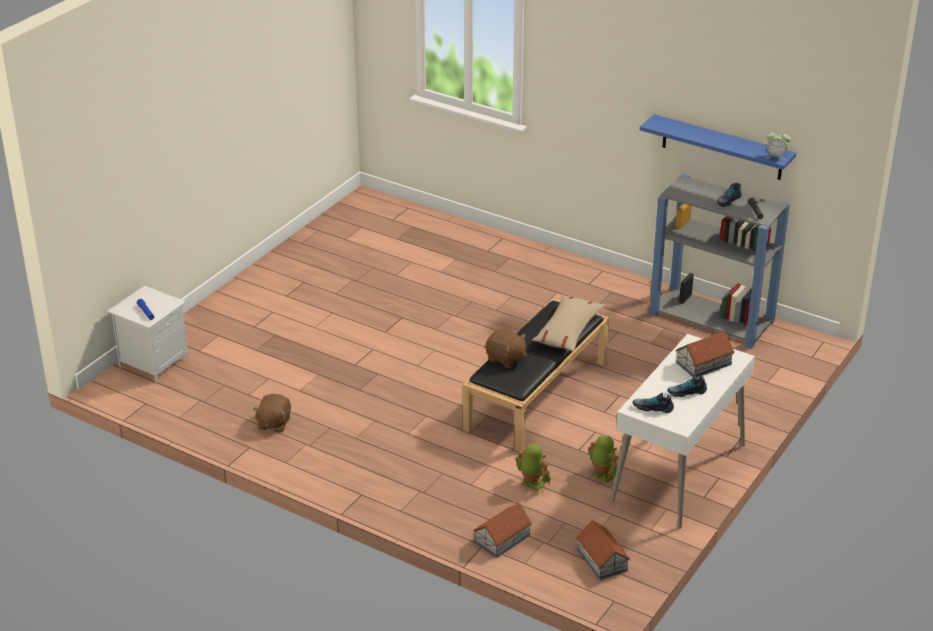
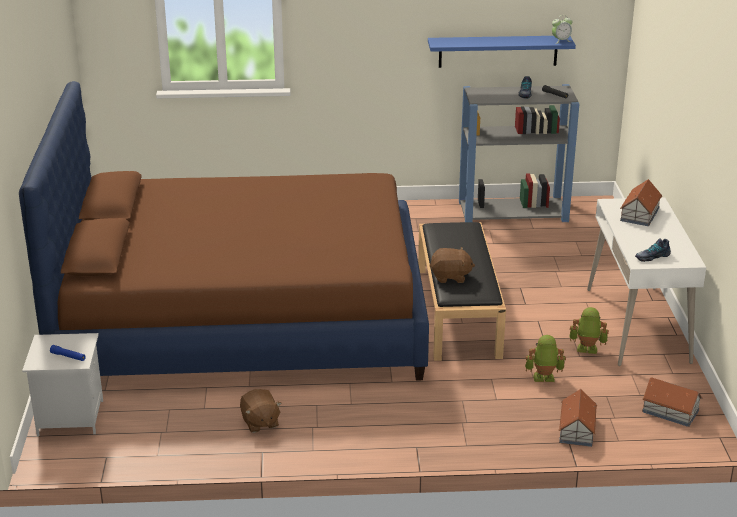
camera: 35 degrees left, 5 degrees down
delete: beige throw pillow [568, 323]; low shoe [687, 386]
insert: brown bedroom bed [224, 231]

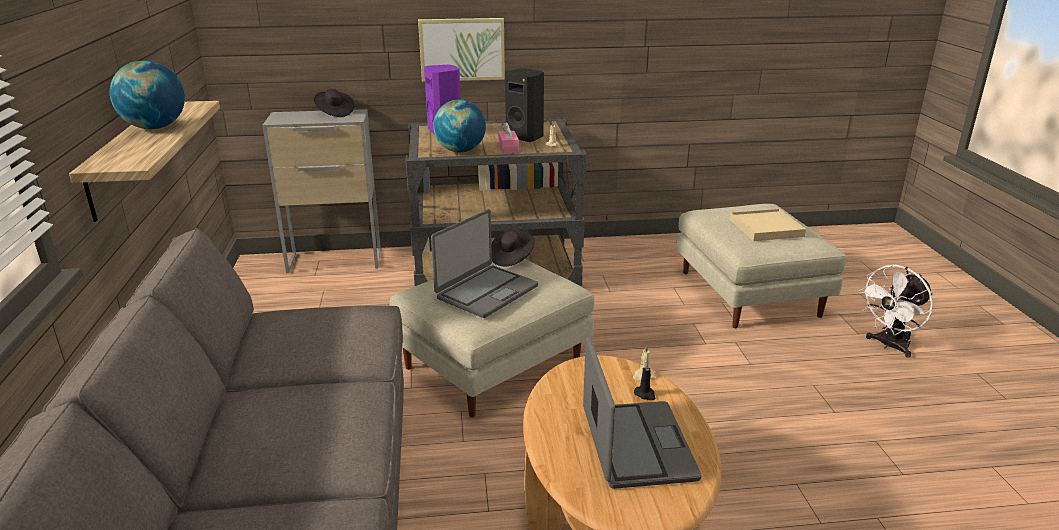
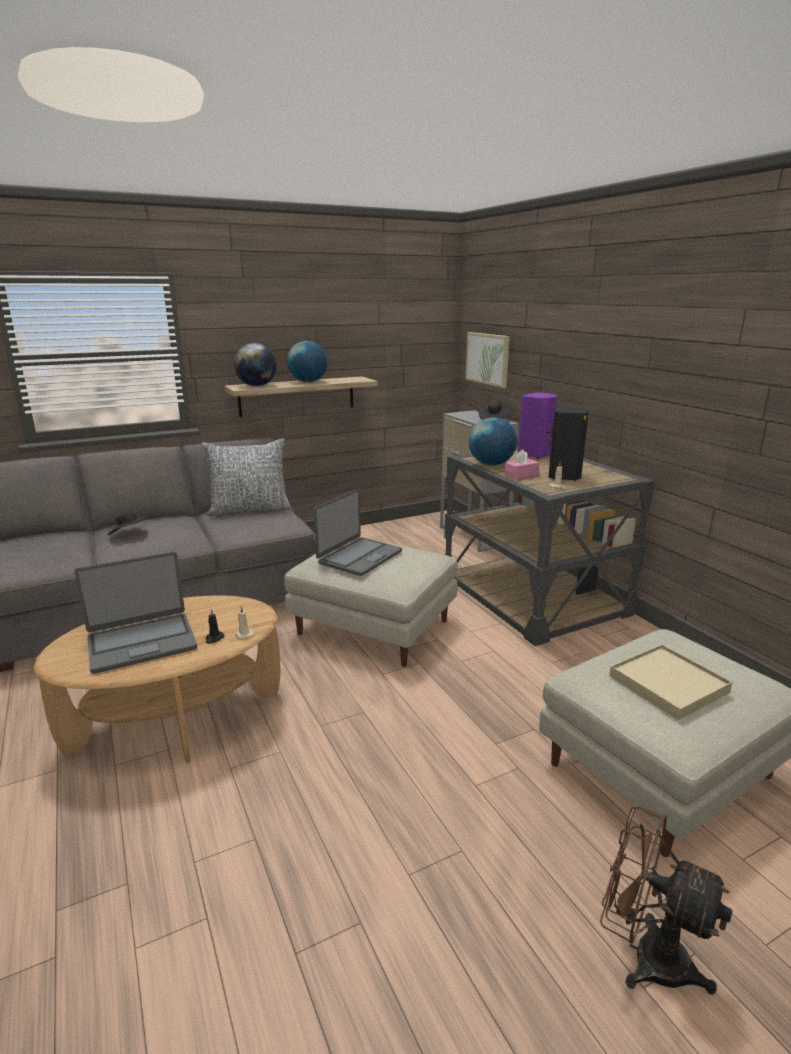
camera: 70 degrees right, 5 degrees down
insert: throw pillow [246, 477]; world globe [255, 364]
move: picture [461, 50] to [487, 360]; black-coloured wearable hat [513, 248] to [127, 523]
recolor: white-coloured fan [895, 311] to brown fan [666, 900]
rotate: portable computer [484, 263] = [358, 532] 75 degrees counterclockwise

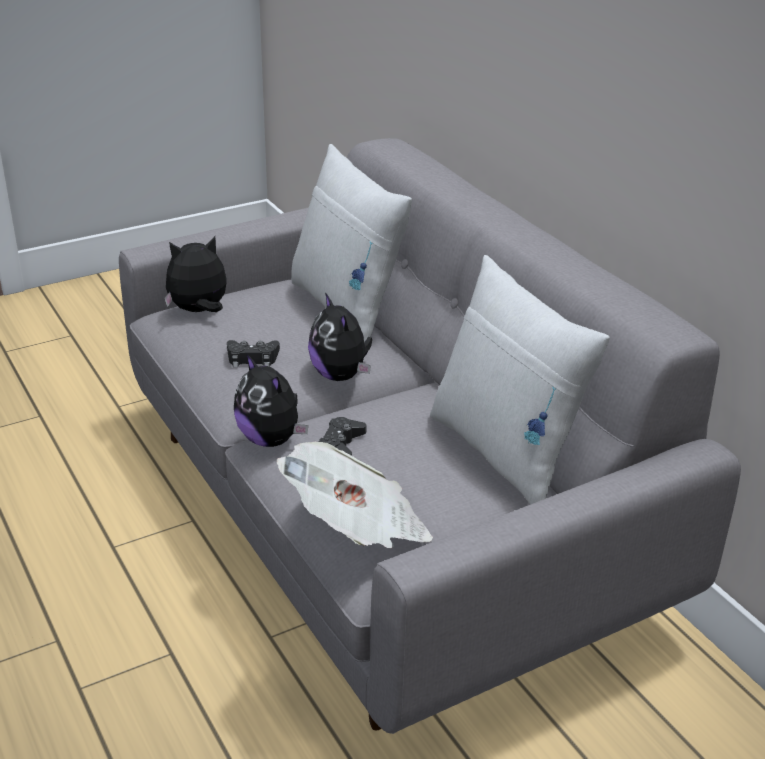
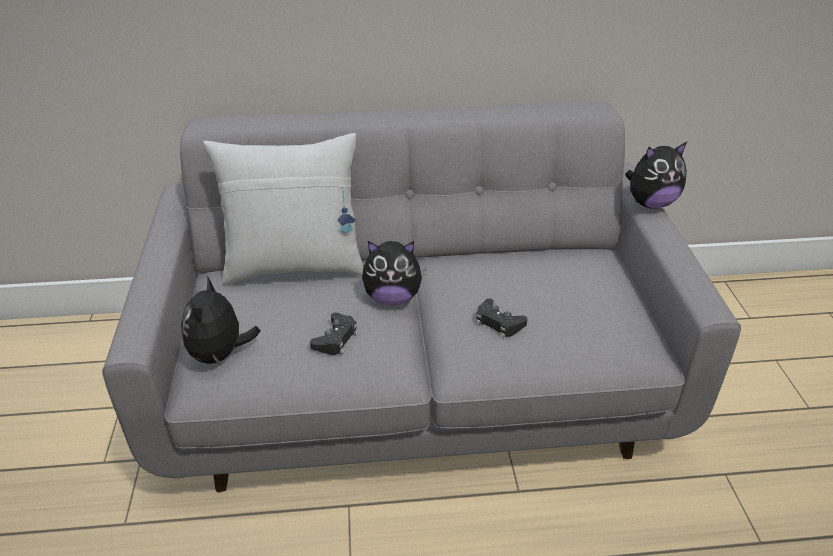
camera: 65 degrees left, 5 degrees up
delete: daily paper [355, 495]; greyish throw pillow [520, 380]
move: soft toy [271, 400] to [656, 175]

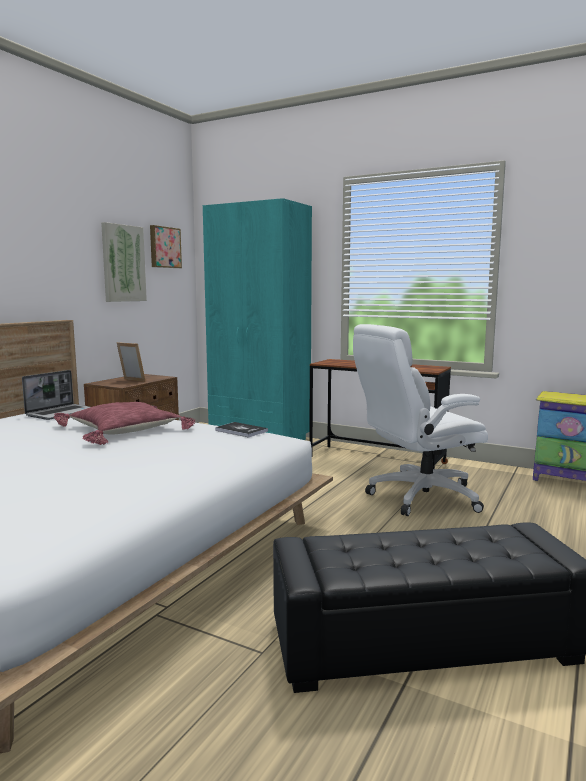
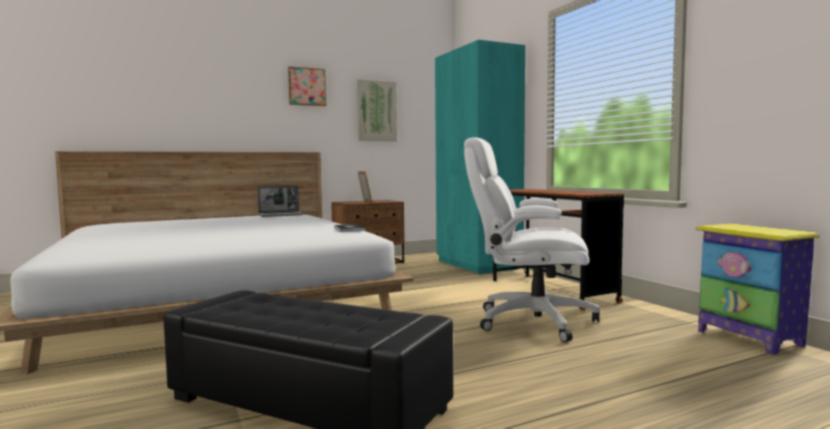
camera: 35 degrees right, 5 degrees down
delete: reddish throw pillow [124, 423]
move: picture [166, 246] to [307, 86]

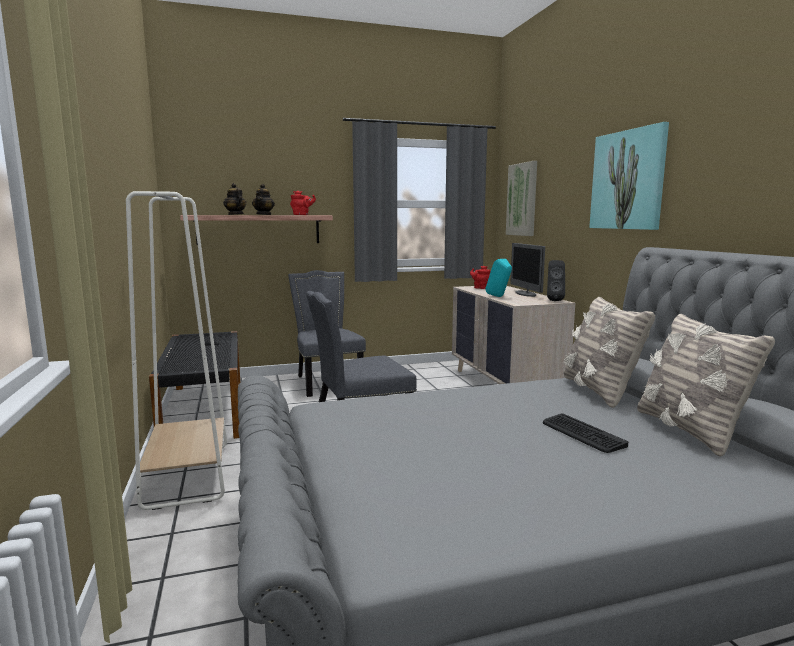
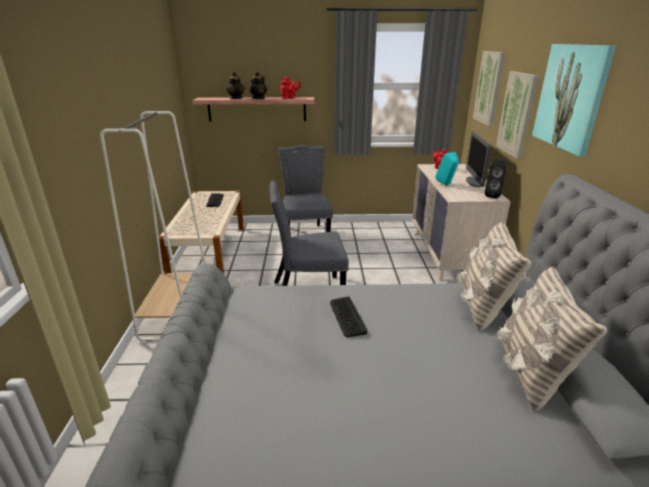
camera: 15 degrees right, 15 degrees up
insert: picture [517, 115]
move: keyboard [585, 433] to [348, 316]
recolor: black-coloured long seat [195, 385] to beige long seat [201, 232]

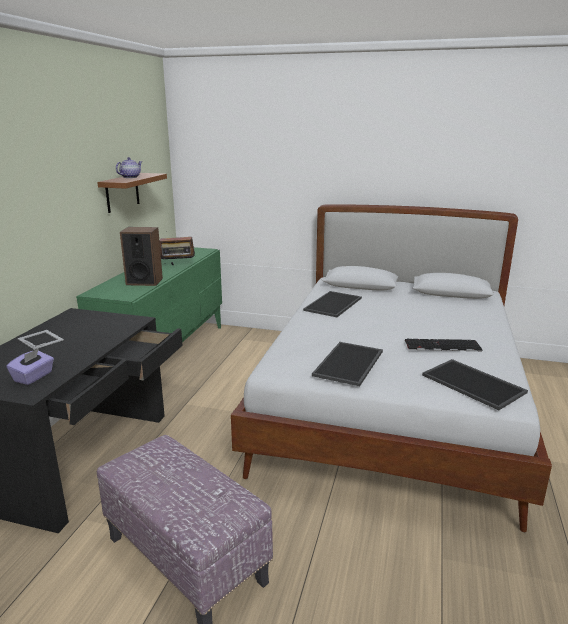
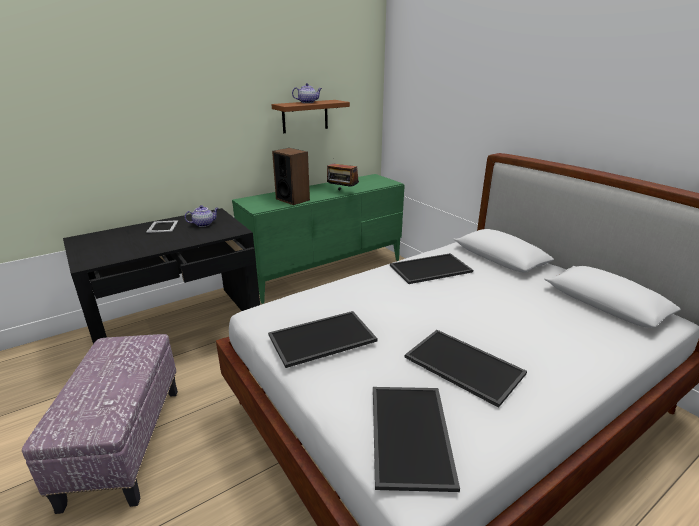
camera: 40 degrees right, 5 degrees up
delete: purple-coloured box of tissues [30, 366]
insert: pot for tea [202, 216]
replace: keyboard [444, 345] to tray [465, 369]

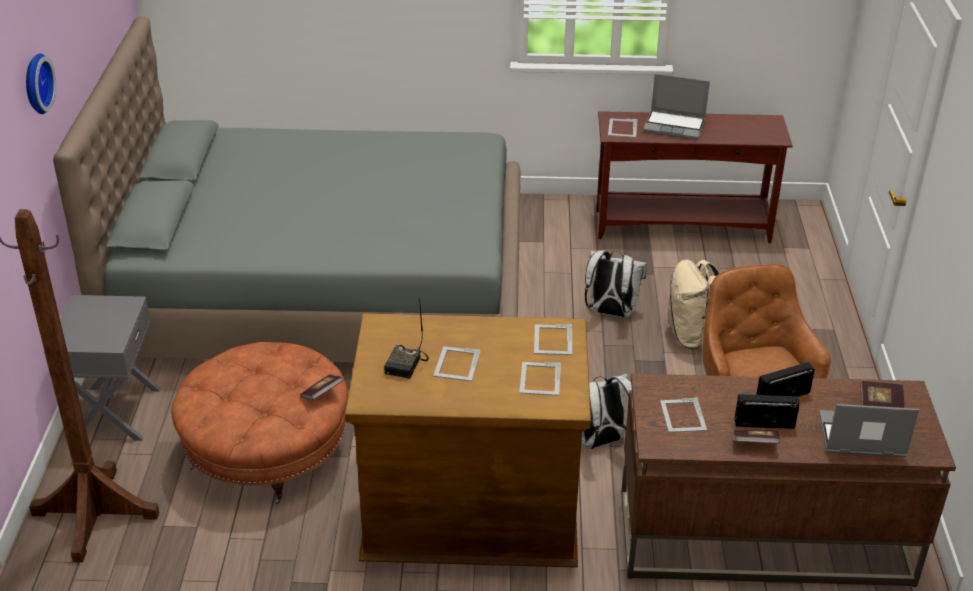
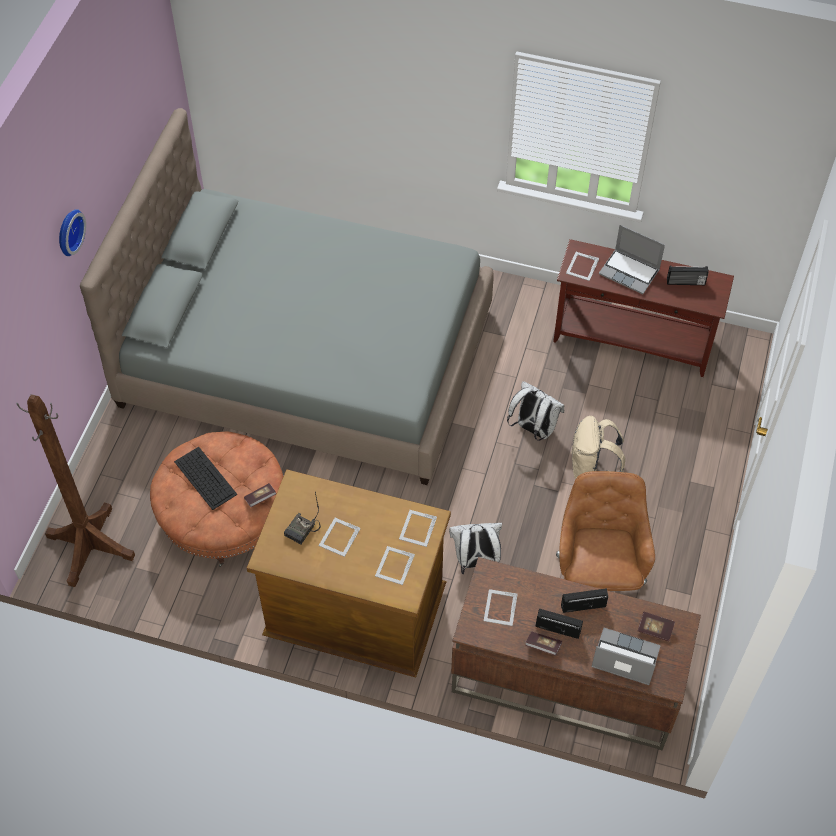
camera: 15 degrees right, 20 degrees up
delete: greyish nightstand [102, 368]
insert: keyboard [206, 478]; radio set [688, 275]

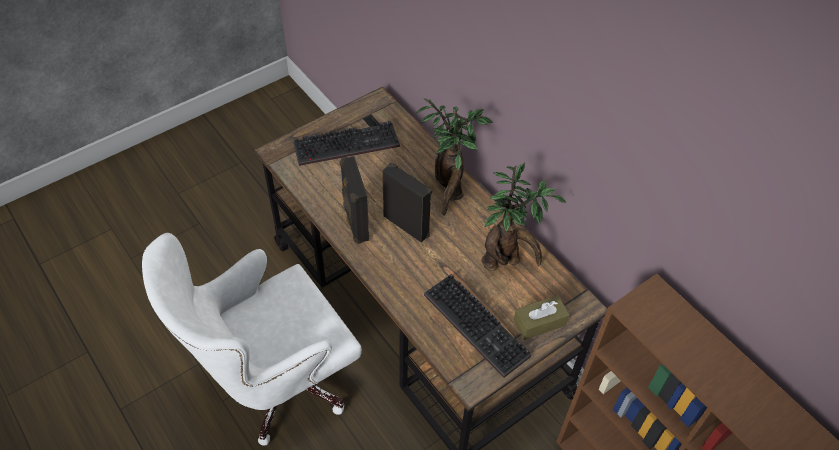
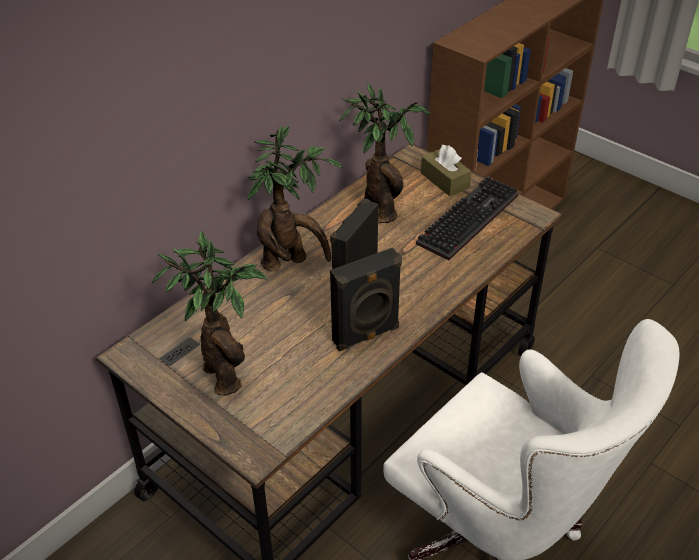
camera: 100 degrees left, 10 degrees down
replace: keyboard [346, 143] to potted plant [210, 313]

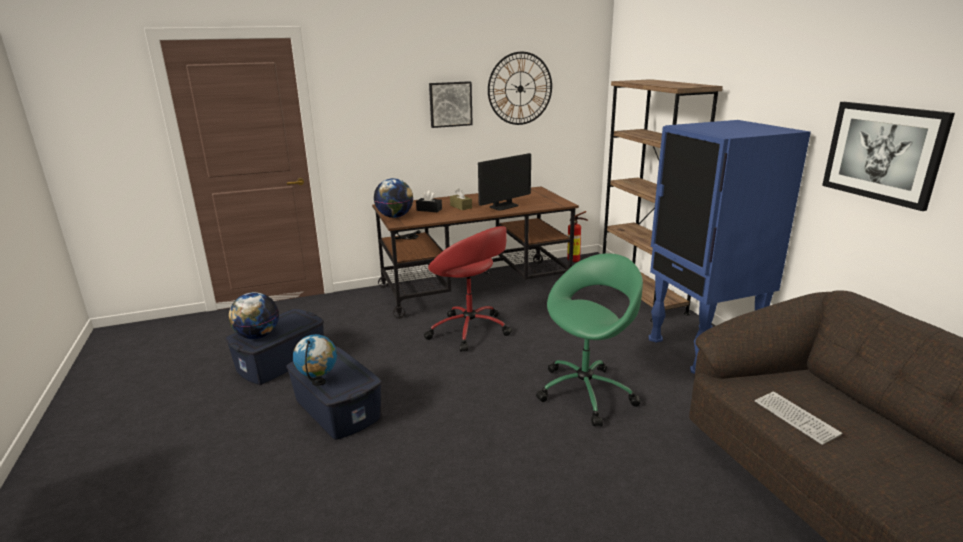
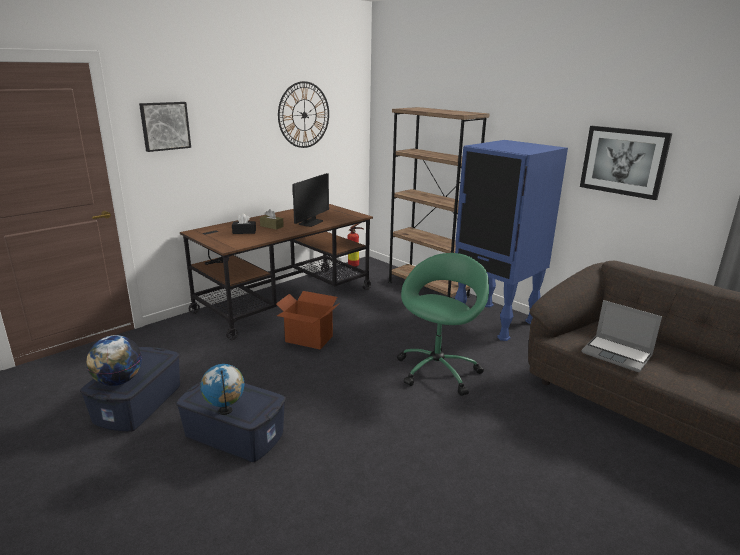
camera: 25 degrees left, 0 degrees up
delete: world globe [393, 198]
move: picture [451, 104] to [165, 127]
replace: reddish office chair [468, 289] to cardboard box [308, 320]; keyboard [798, 418] to portable computer [622, 336]

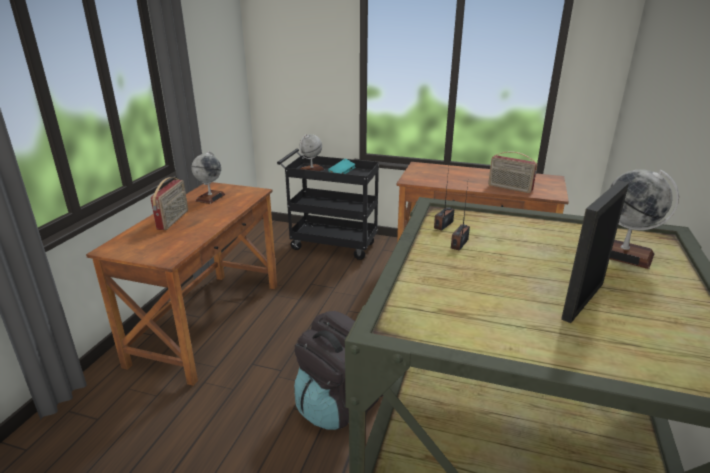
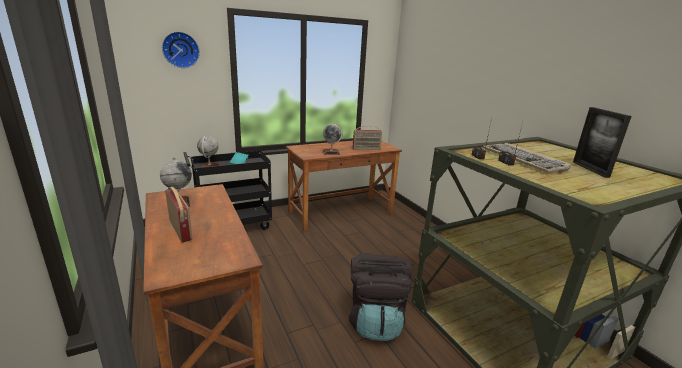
camera: 45 degrees left, 5 degrees down
insert: hanging clock [181, 50]; keyboard [526, 158]
move: world globe [644, 219] to [333, 139]

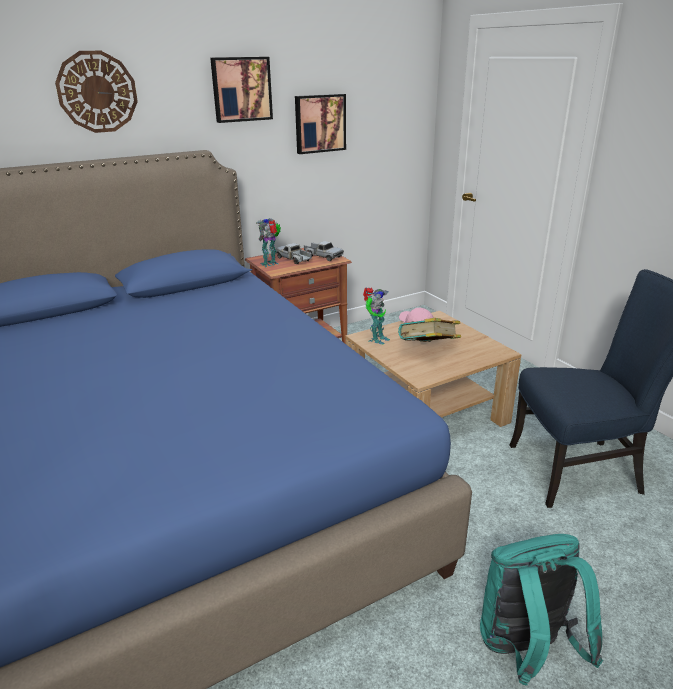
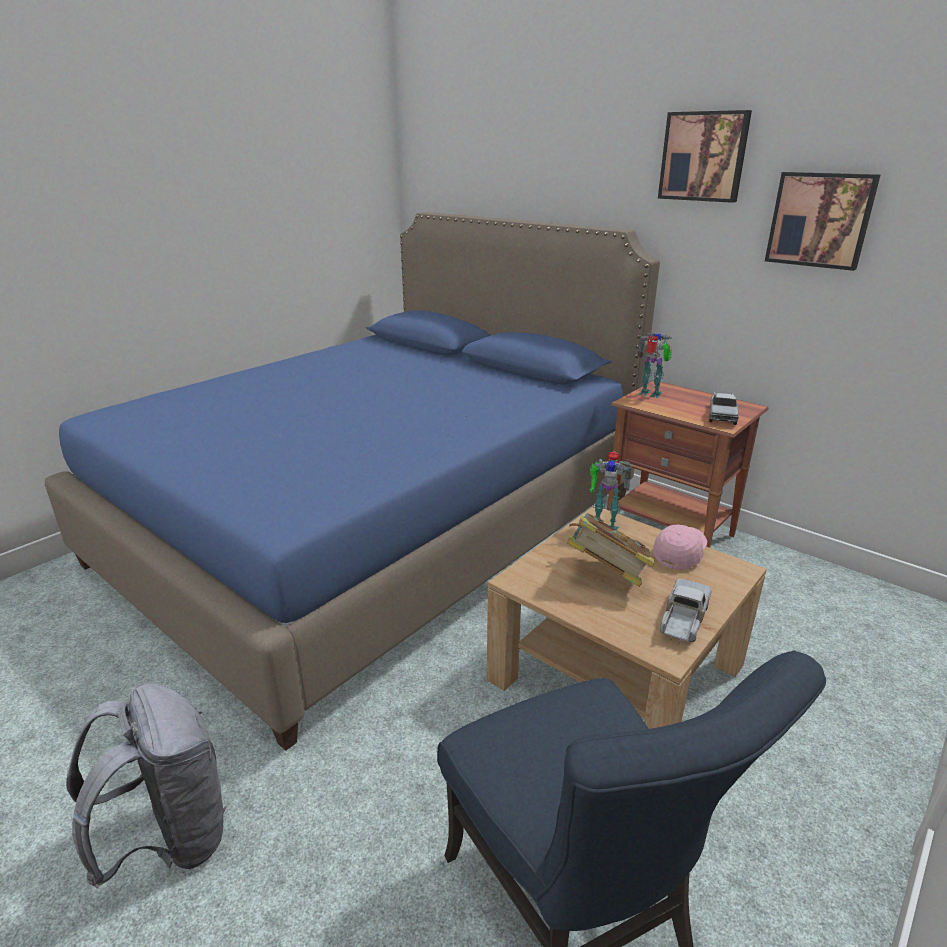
camera: 70 degrees right, 0 degrees up
delete: hanging clock [96, 92]
move: model truck [294, 253] to [686, 611]
recolor: blue-green rucksack [541, 609] to greyish rucksack [146, 785]

